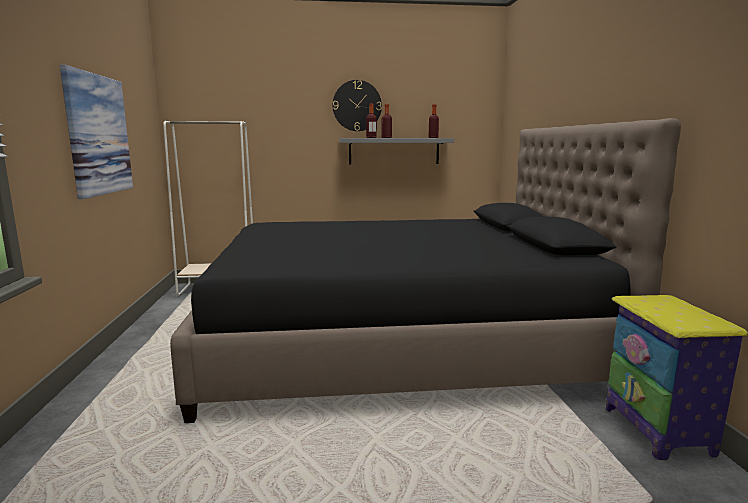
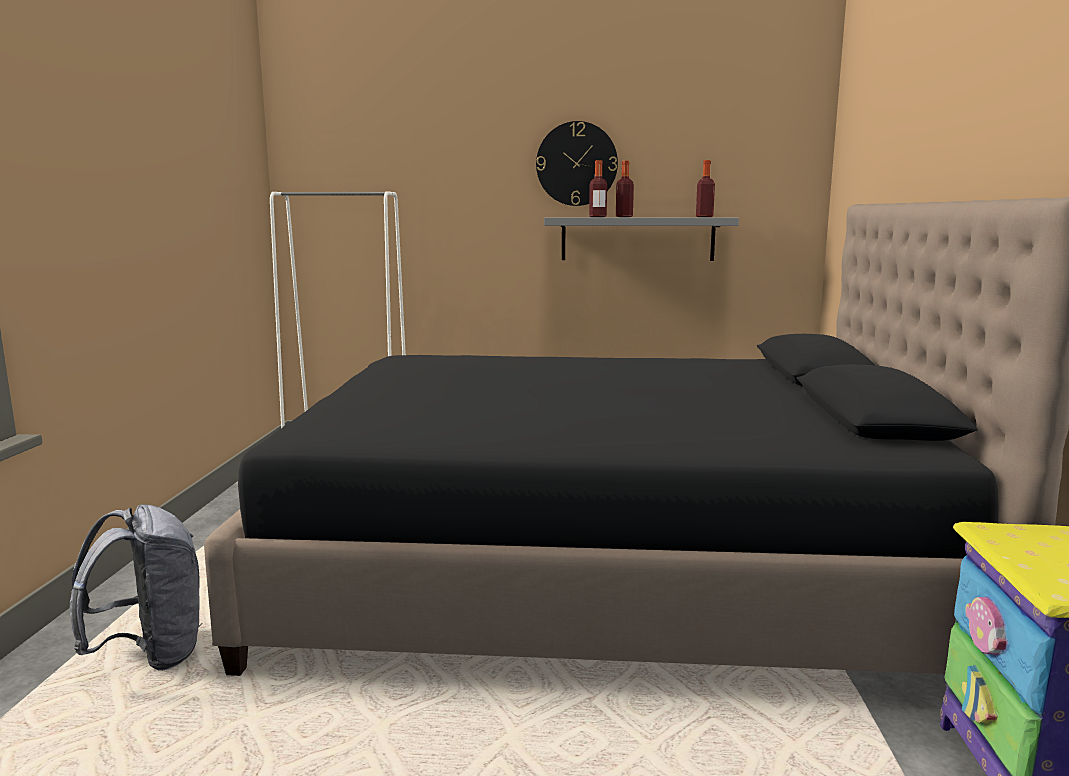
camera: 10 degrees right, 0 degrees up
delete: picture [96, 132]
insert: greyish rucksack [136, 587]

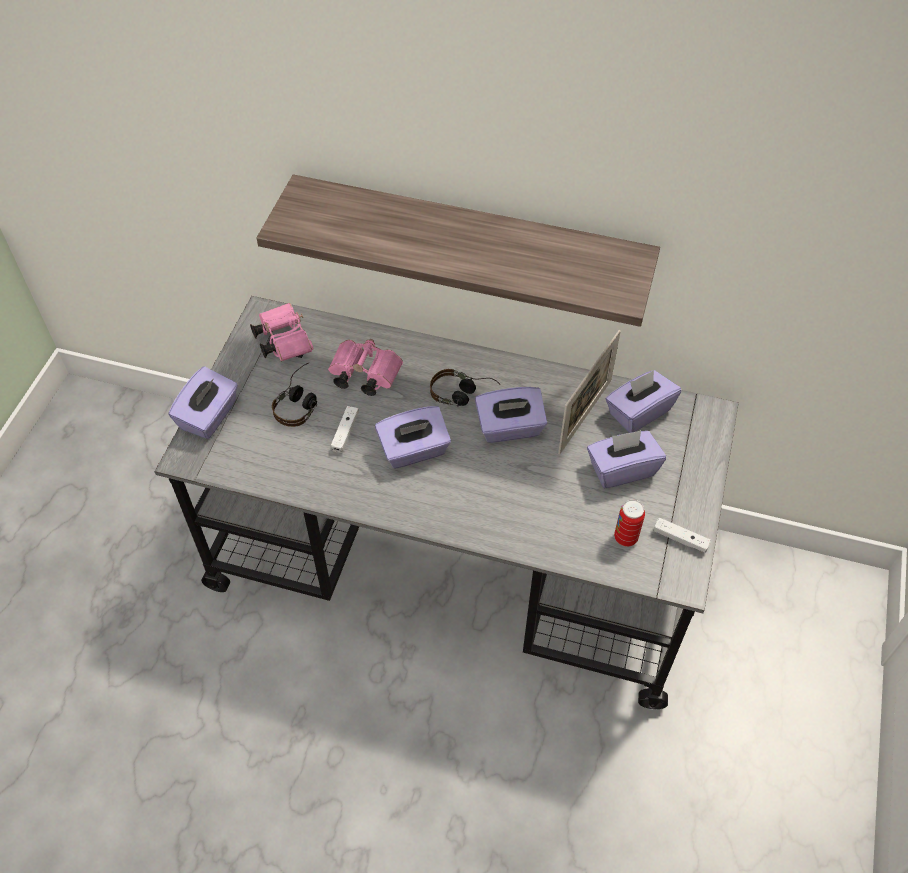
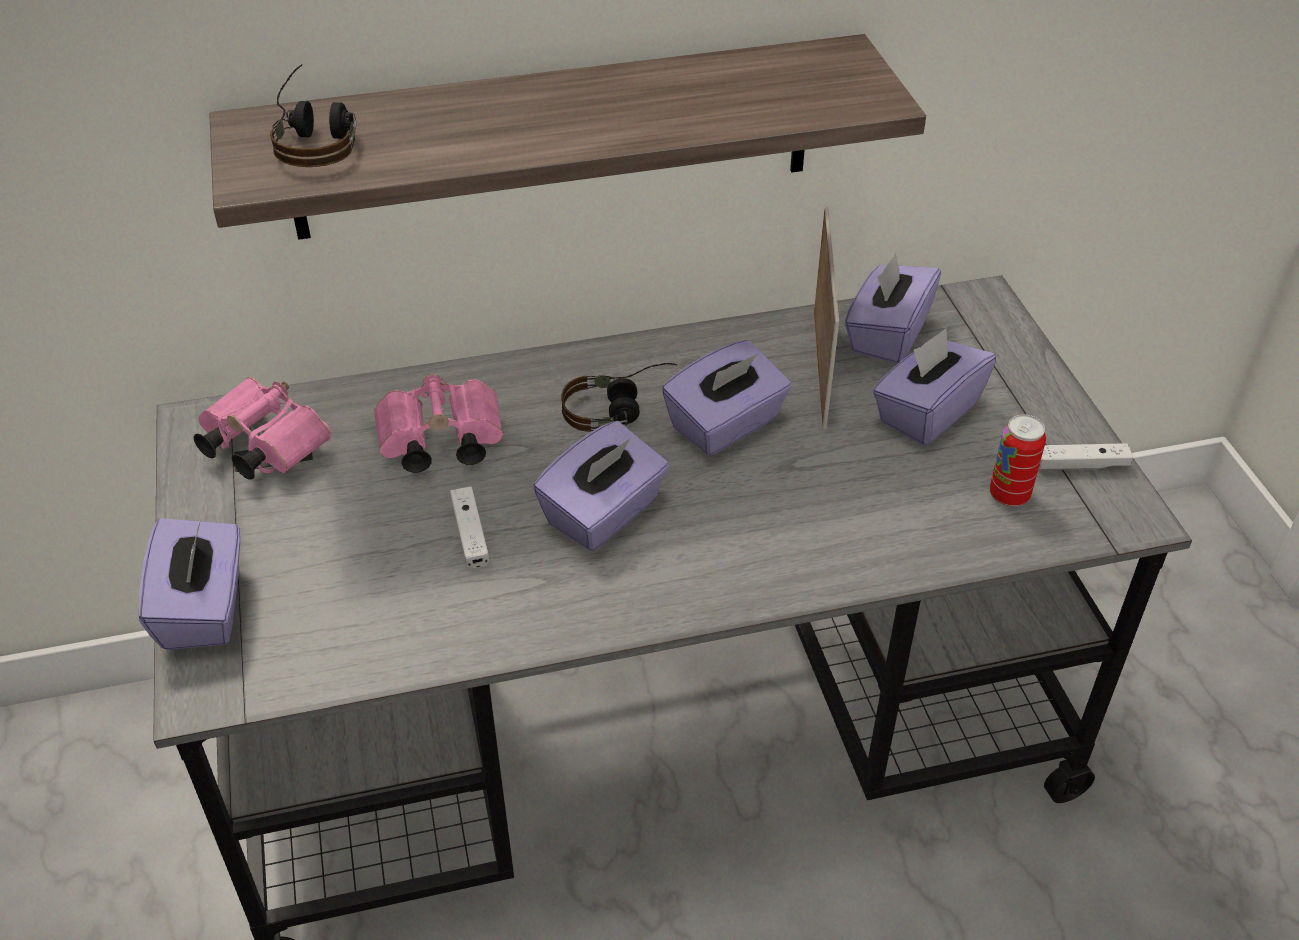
camera: 30 degrees left, 10 degrees down
move: headset [294, 394] to [313, 115]

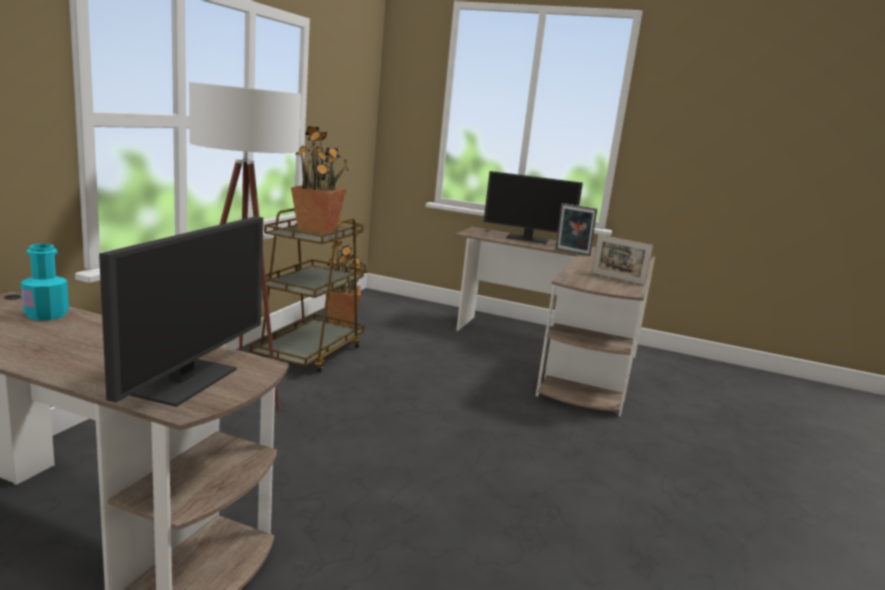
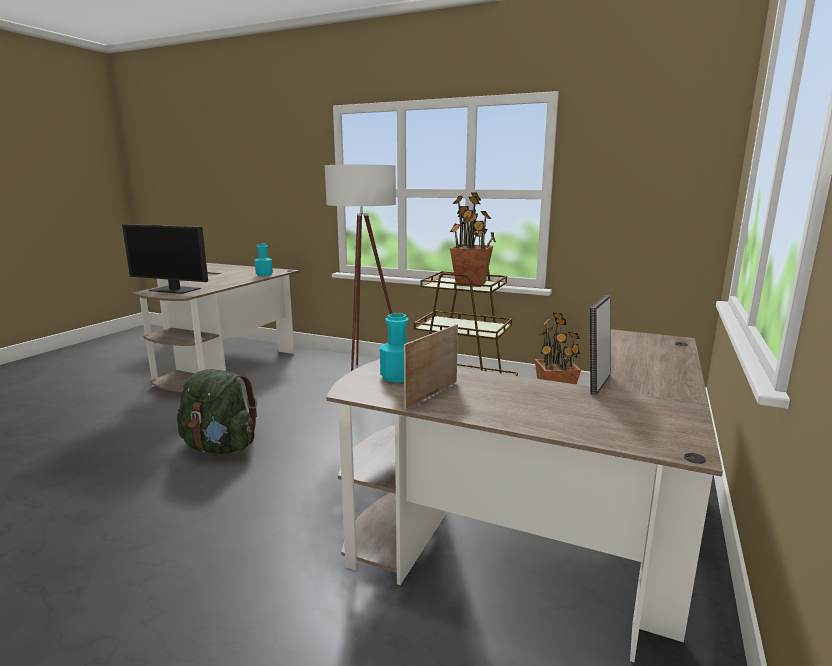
camera: 95 degrees right, 0 degrees up
delete: computer display [533, 207]
insert: green-coloured rucksack [217, 411]; blue-green beverage bottle [394, 348]

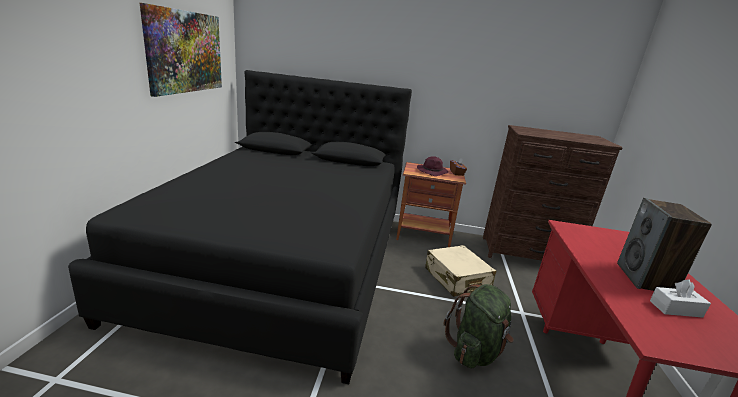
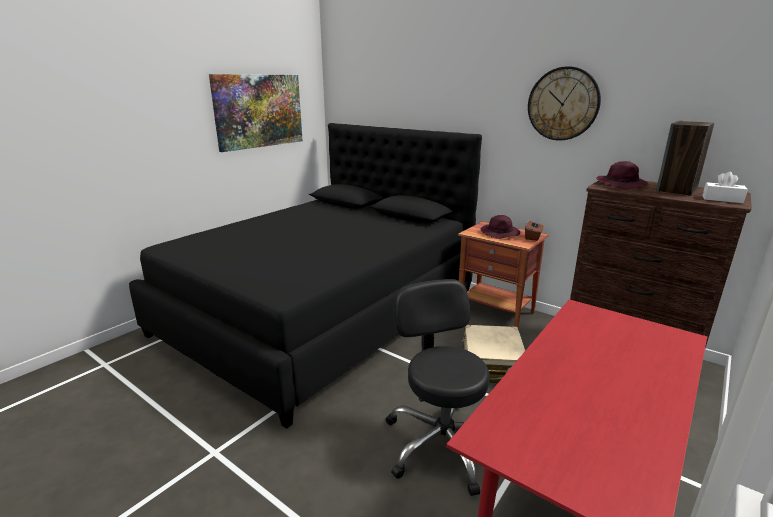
camera: 30 degrees right, 0 degrees up
insert: hanging clock [564, 103]; purple-coloured wearable hat [622, 175]
move: audio speaker [664, 244] to [685, 158]; white-coloured box of tissues [680, 299] to [725, 187]
replace: green-coloured rucksack [478, 326] to black-coloured office chair [437, 387]

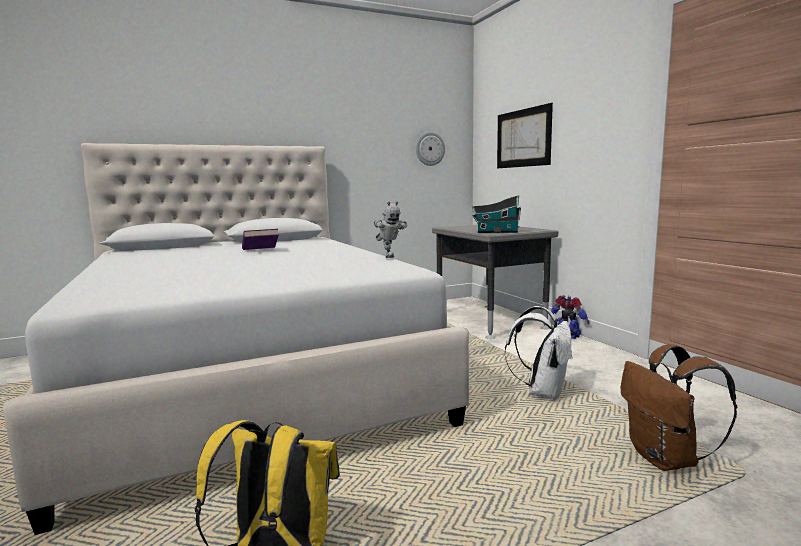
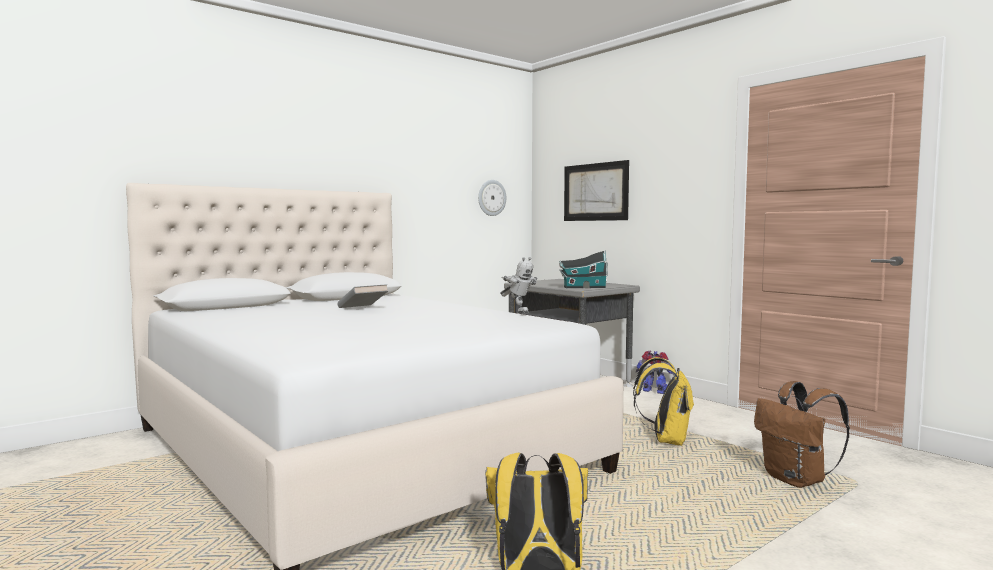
camera: 15 degrees left, 5 degrees down
recolor: purple-coloured bound book [260, 239] to greyish bound book [363, 296]; white-coloured rucksack [539, 353] to yellow-coloured rucksack [663, 401]

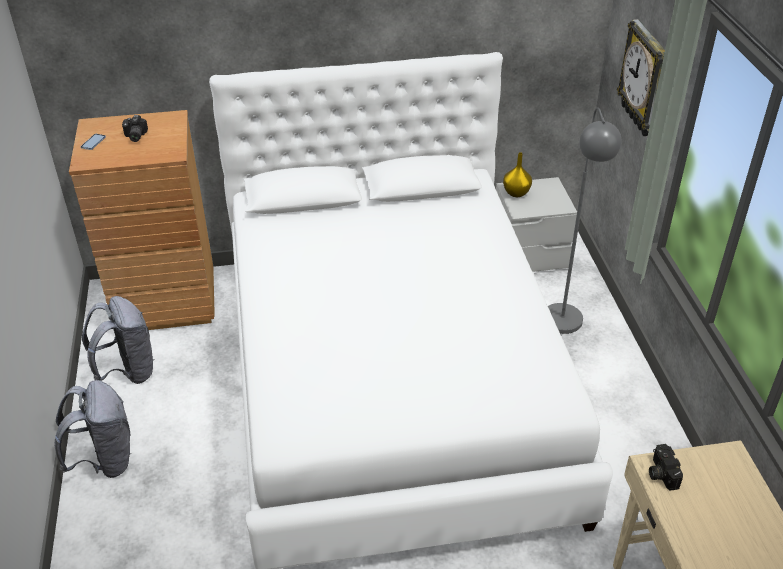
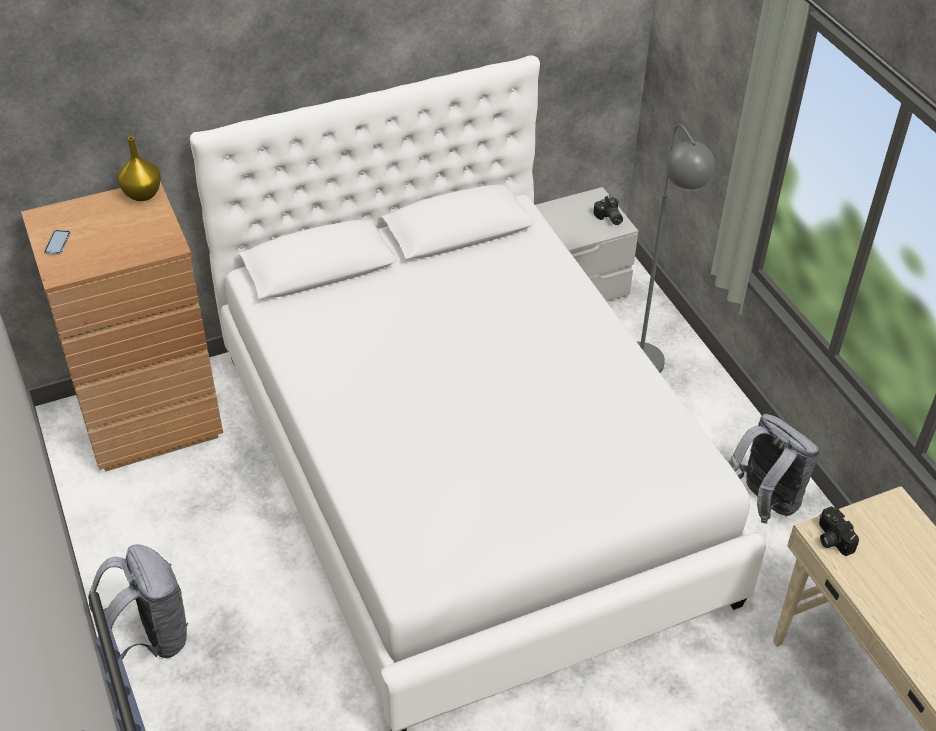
camera: 15 degrees left, 5 degrees up
delete: hanging clock [641, 77]
move: greyish rucksack [118, 340] to [774, 469]; still camera [135, 128] to [608, 210]; yellow-coloured decorative vase [517, 174] to [139, 169]

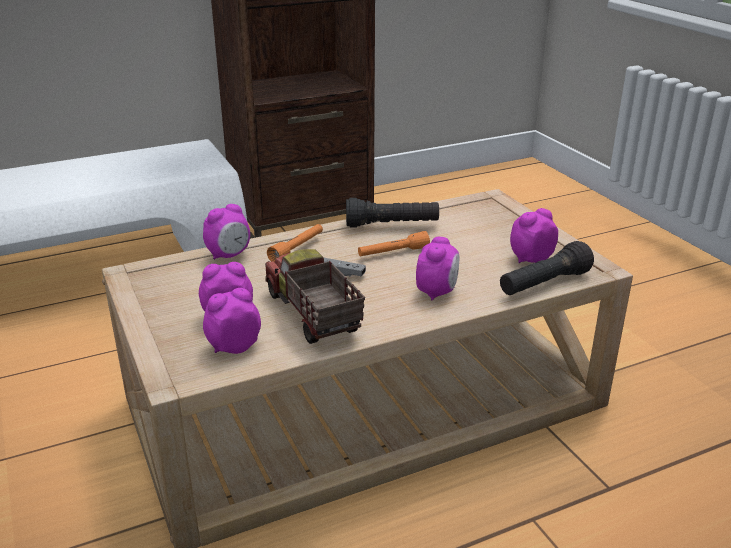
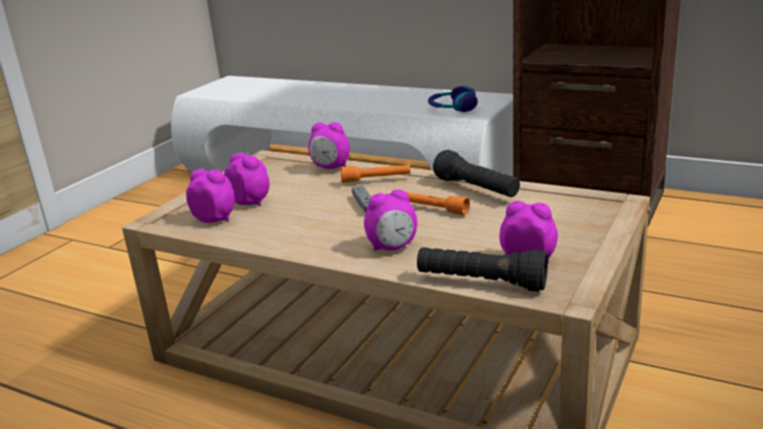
camera: 55 degrees right, 5 degrees down
delete: model truck [315, 296]
insert: headset [453, 99]

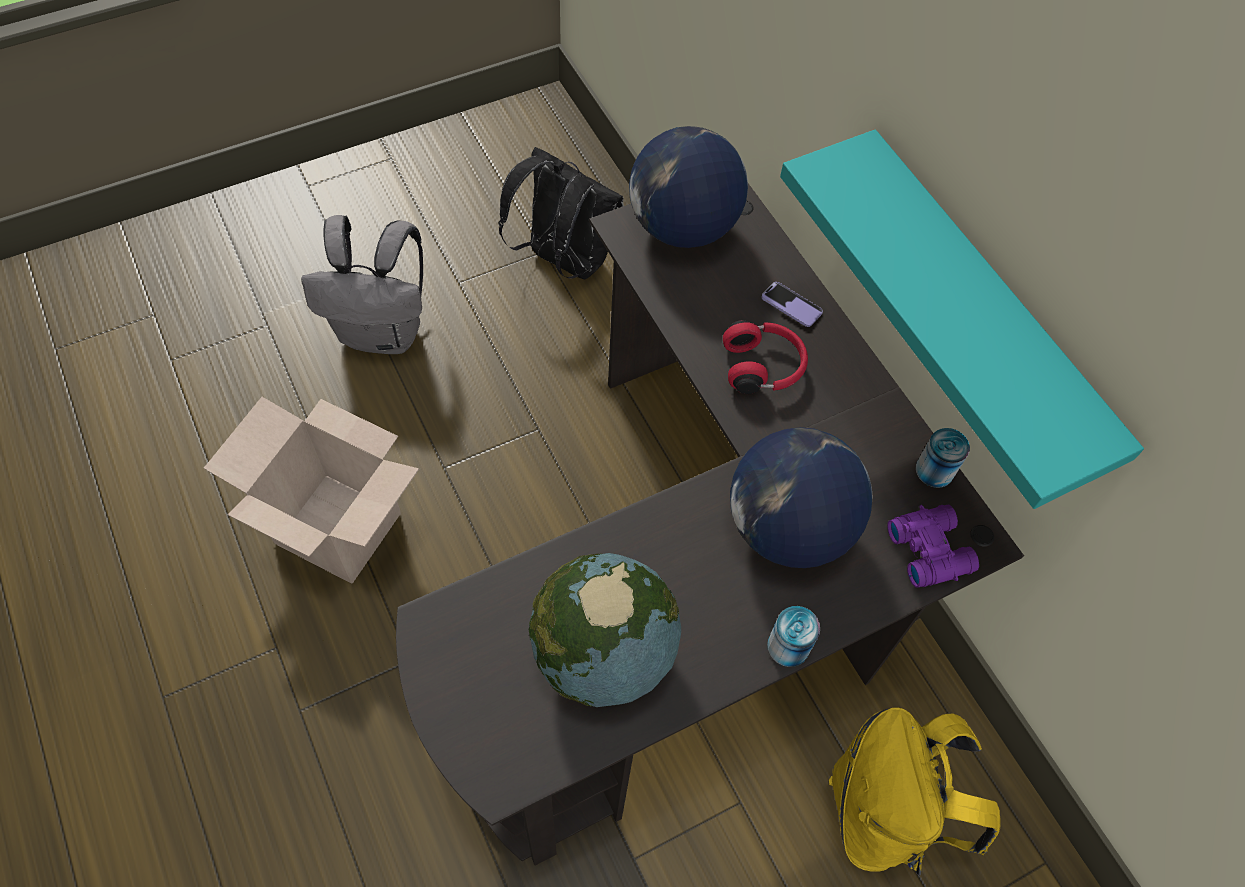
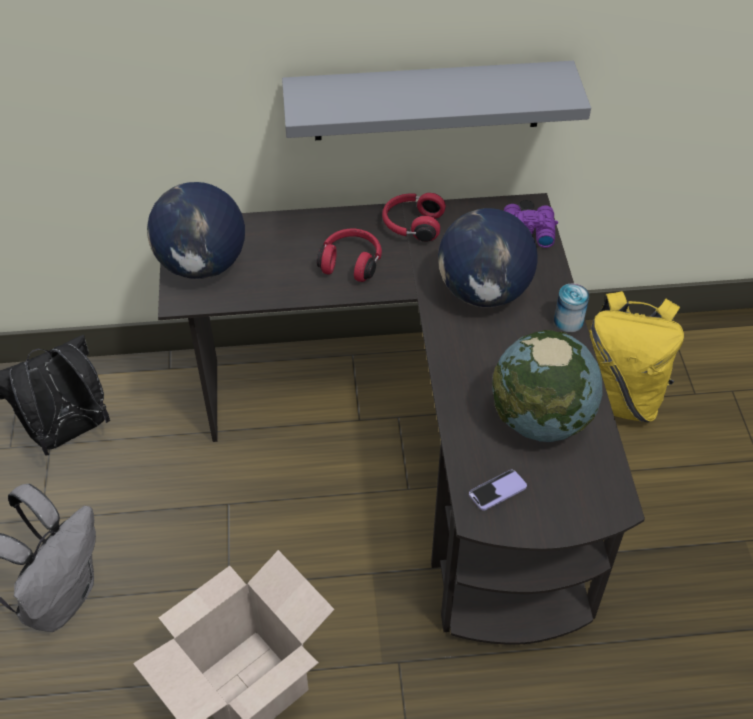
camera: 65 degrees left, 10 degrees down
delete: can [943, 458]
insert: reddish headset [414, 217]
move: handset [792, 304] to [498, 490]
recolor: blue-green shelf [962, 319] to greyish shelf [436, 100]

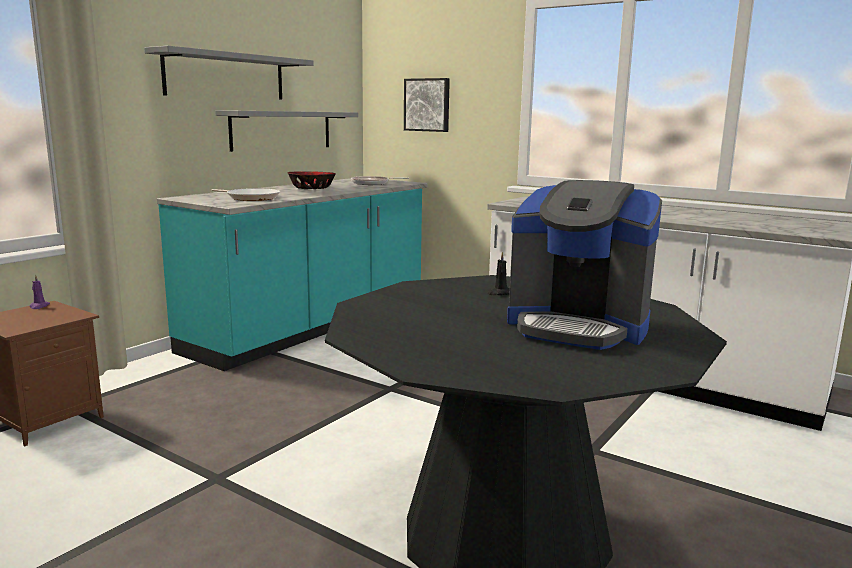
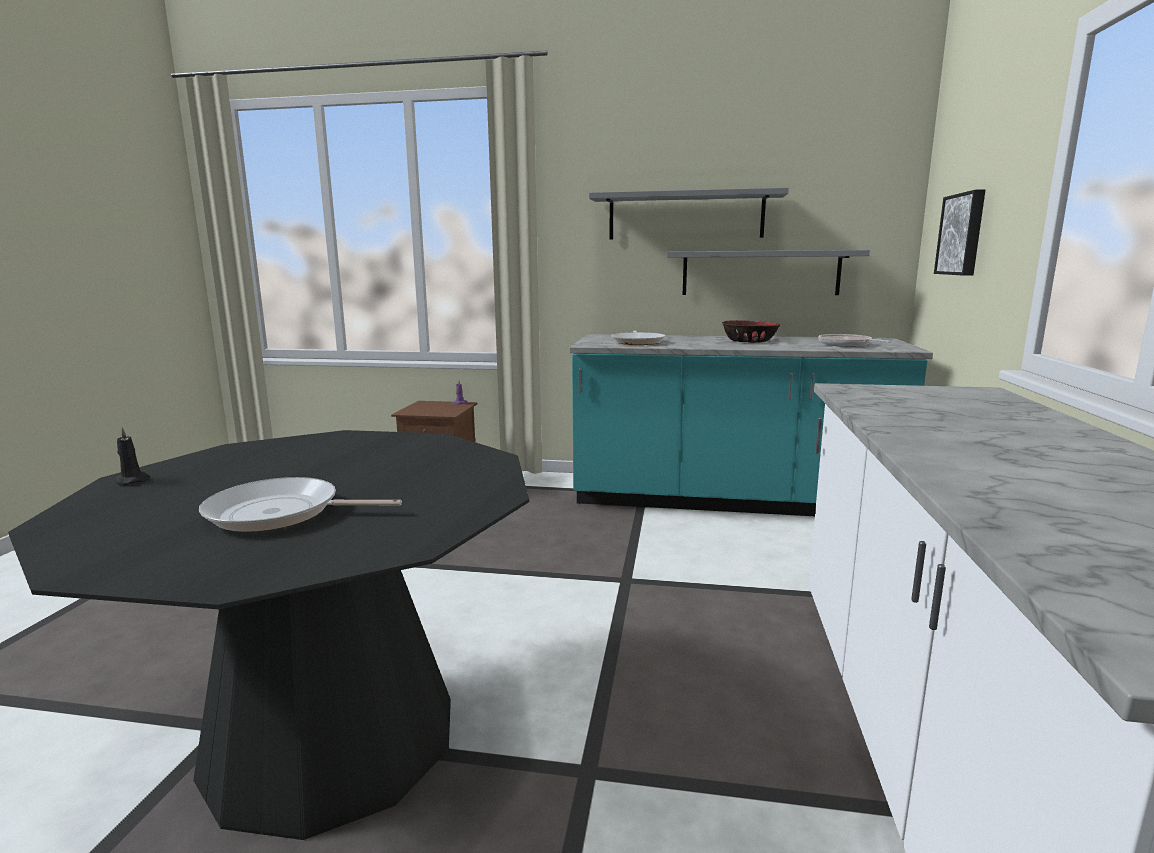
camera: 65 degrees right, 0 degrees up
move: black-coloured wax candle [498, 273] to [132, 456]
replace: coffee brewer [584, 265] to skillet [300, 504]

